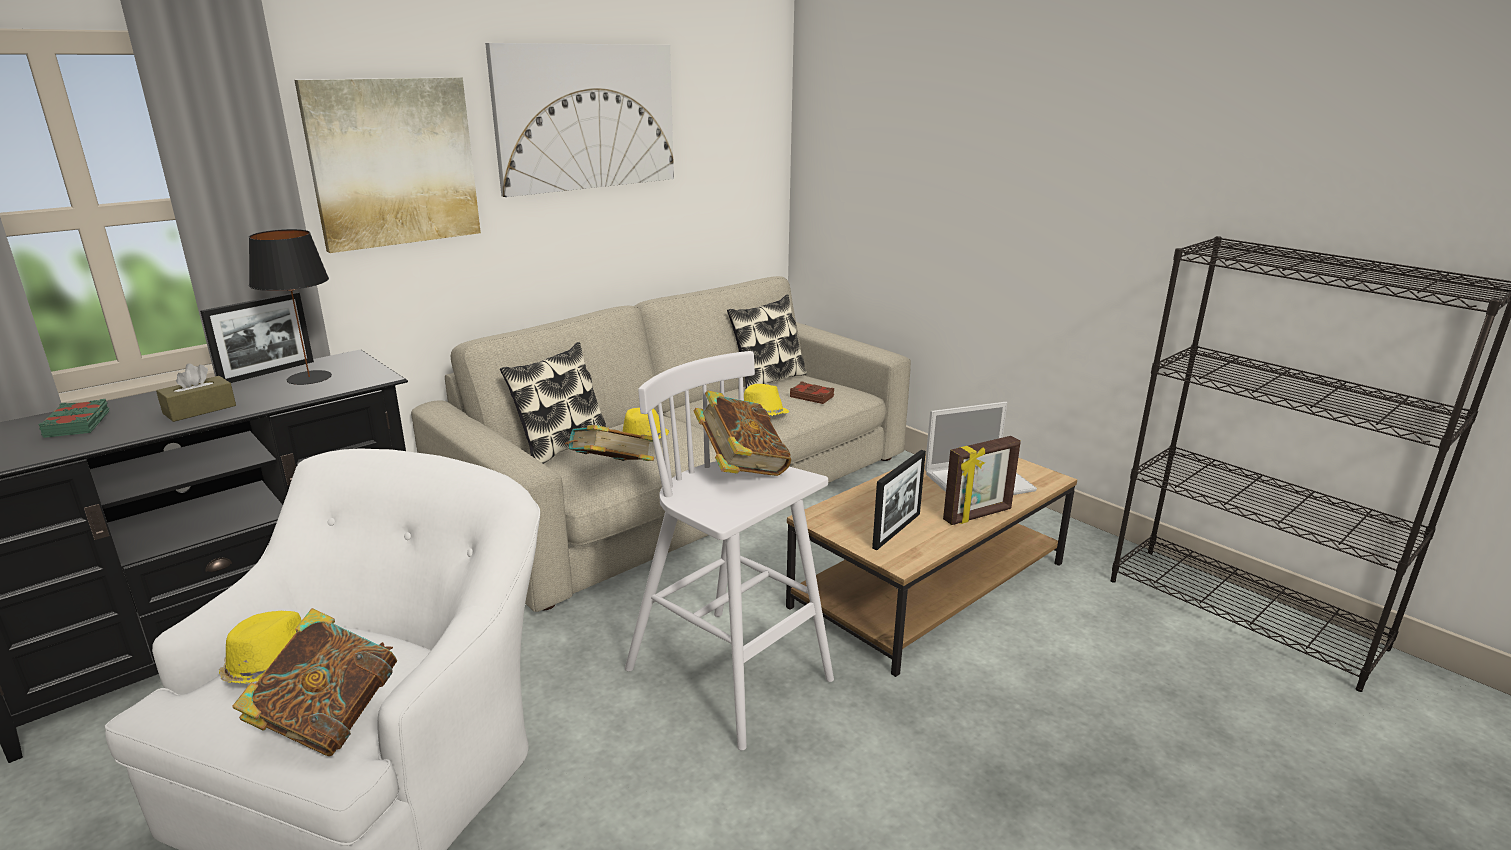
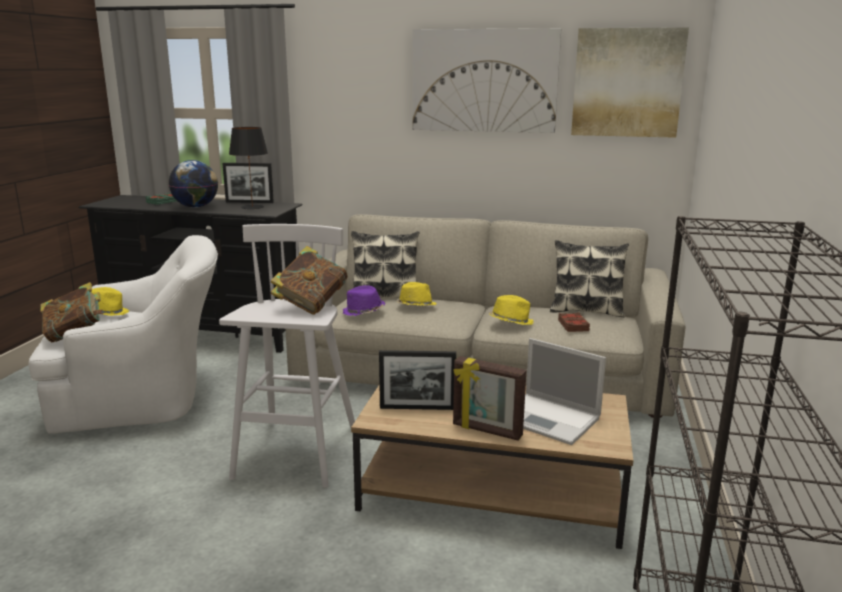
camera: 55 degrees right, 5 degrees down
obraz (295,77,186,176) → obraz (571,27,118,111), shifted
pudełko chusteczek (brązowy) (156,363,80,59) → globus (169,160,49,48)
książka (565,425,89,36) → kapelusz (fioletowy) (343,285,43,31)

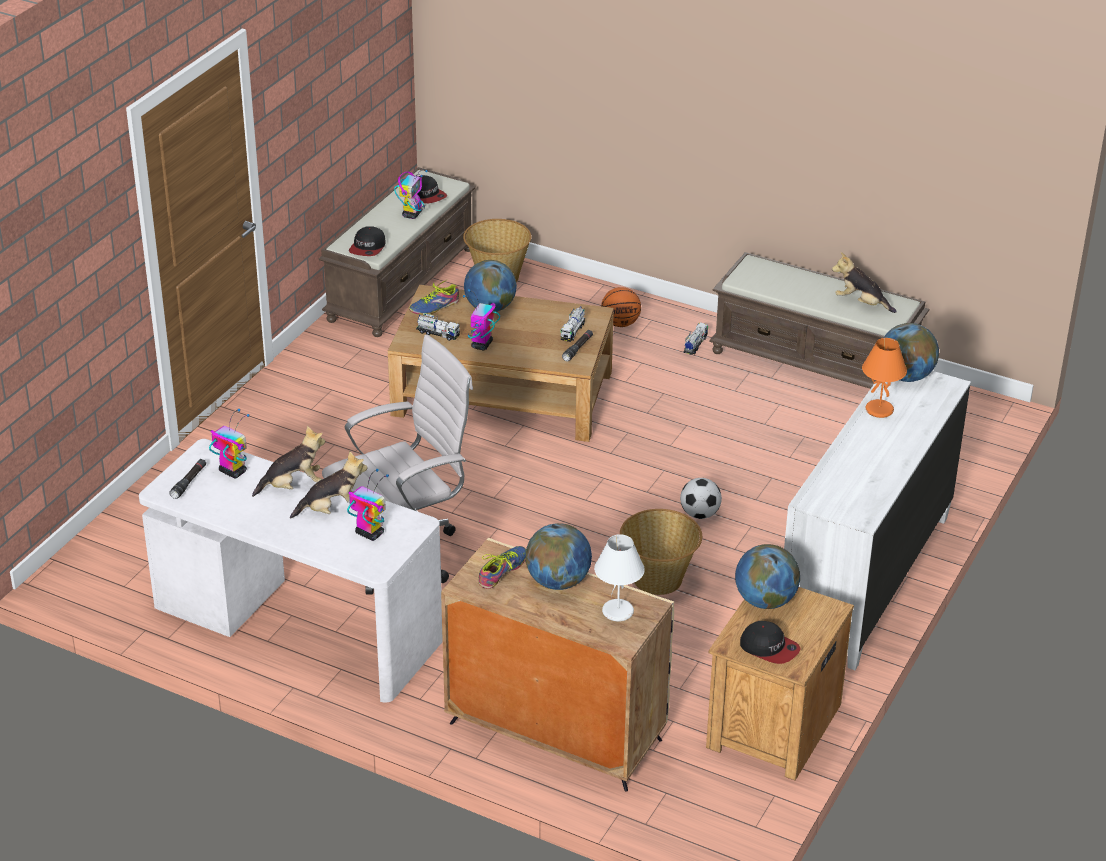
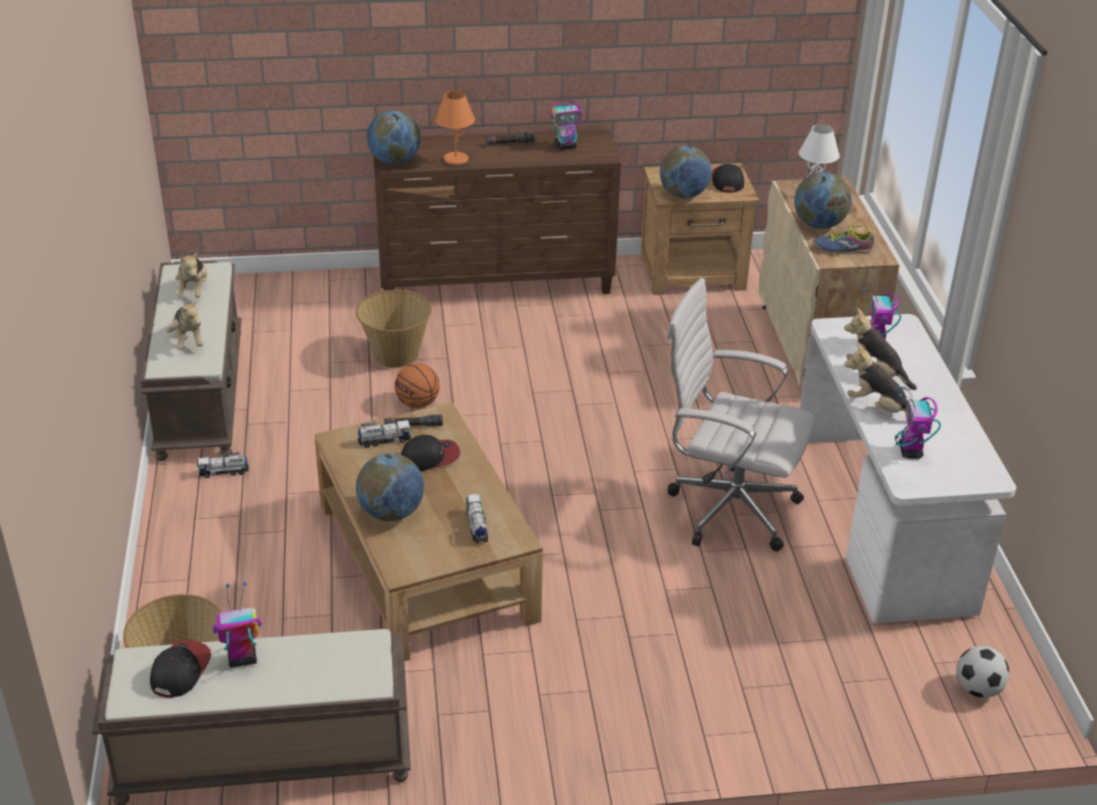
camera: 125 degrees left, 0 degrees up
but (409,279,50,36) → -
- → pluszak (166,300,37,49)
latarka (czarny) (169,459,37,40) → latarka (czarny) (486,132,49,13), shifted
czapka z daszkiem (349,226,37,30) → czapka z daszkiem (401,435,59,36), shifted
robot zabawkowy (463,289,37,61) → robot zabawkowy (550,100,32,50), shifted
piłka do koszykówki (601,287,40,40) → piłka do koszykówki (395,363,45,45), shifted
koszyk (620,509,82,86) → koszyk (356,290,76,78), shifted
piłka futbolowa (680,478,42,41) → piłka futbolowa (956,646,53,52), shifted
komoda (biały) (784,371,187,299) → komoda (brązowy) (373,129,248,165)

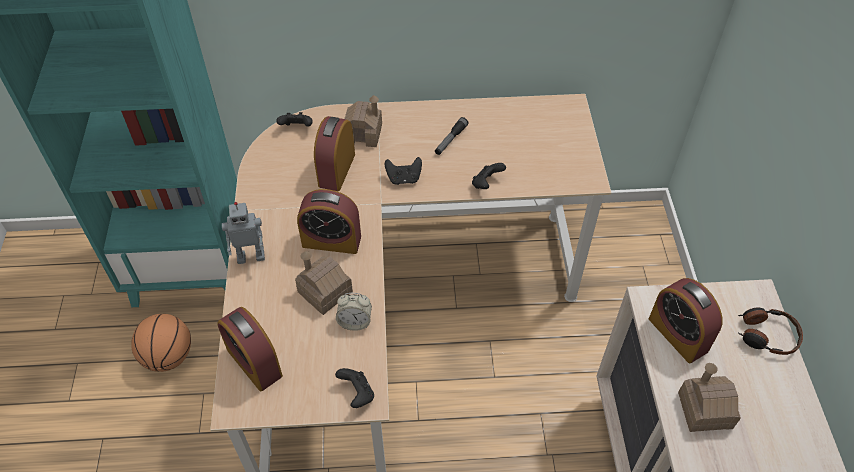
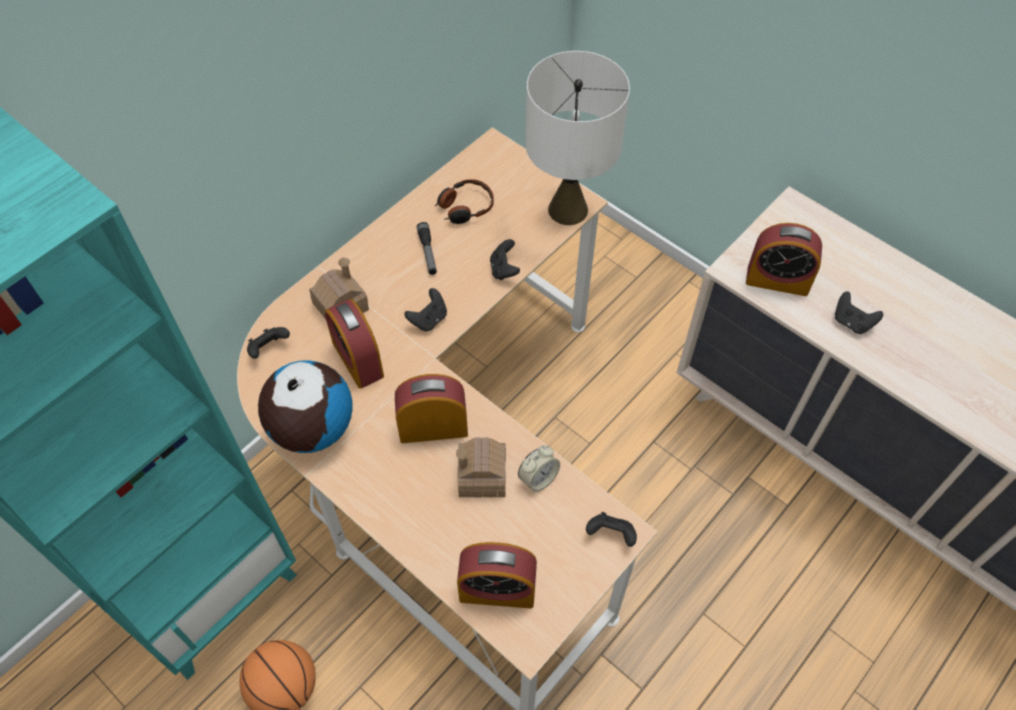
camera: 45 degrees left, 5 degrees up
robot zabawkowy (222,202,43,62) → -
- → globus (258,360,95,93)
- → lampa stołowa (biały) (525,51,105,174)
słuchawki (738,308,65,47) → słuchawki (434,179,60,45), shifted
domek (678,363,63,69) → pad do gier (czarny) (835,291,48,43)
budzik (297,189,64,65) → budzik (395,374,73,69), 150 degrees counterclockwise

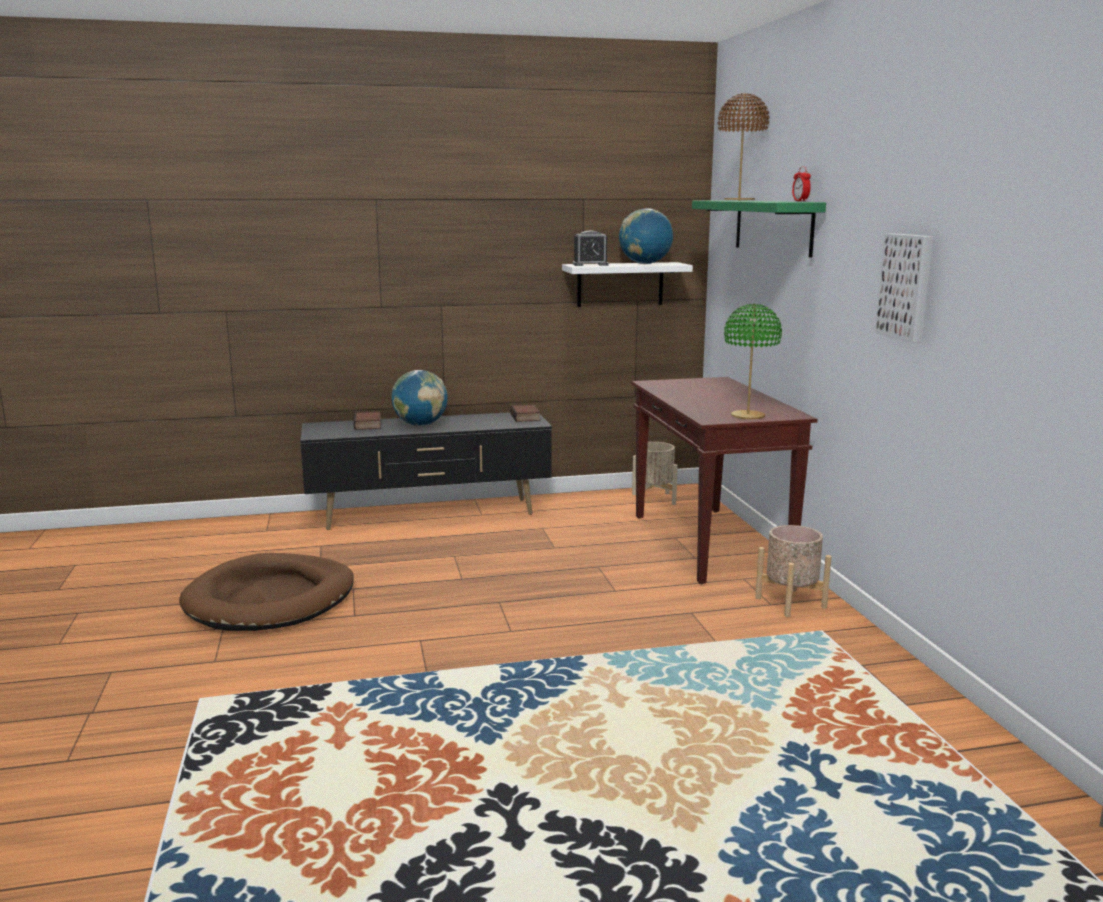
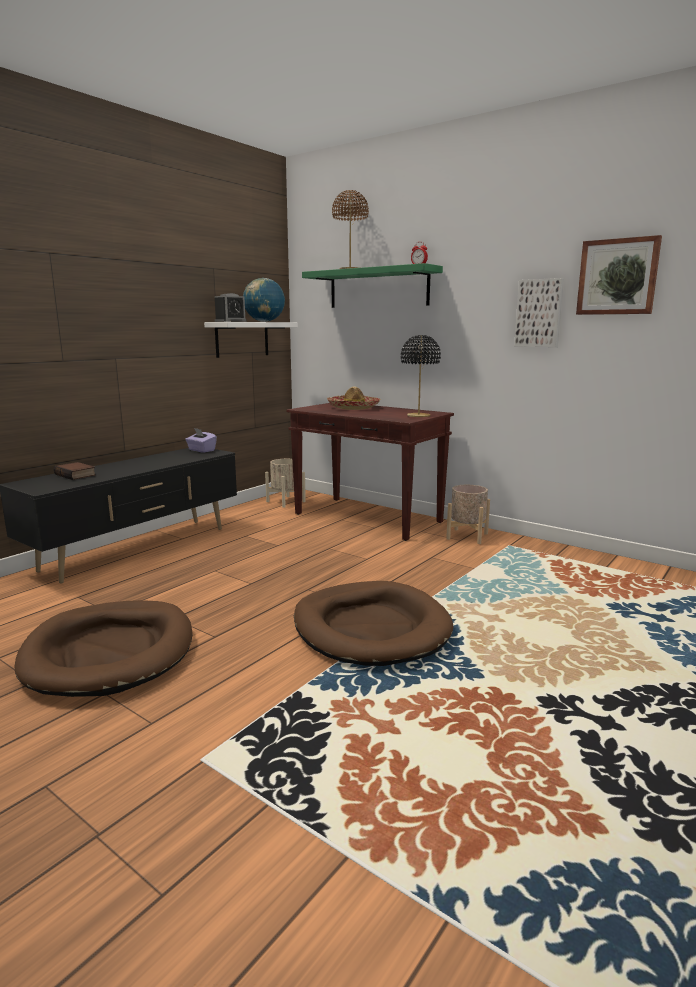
camera: 40 degrees left, 0 degrees up
globus (391,370,57,56) → -
- → legowisko (brązowy) (294,581,159,85)
- → kapelusz (327,386,54,24)
- → obraz (576,235,86,80)
książka (510,405,30,17) → pudełko chusteczek (fioletowy) (185,428,32,25)
lampa stołowa (zielony) (724,304,58,115) → lampa stołowa (czarny) (401,335,40,82)

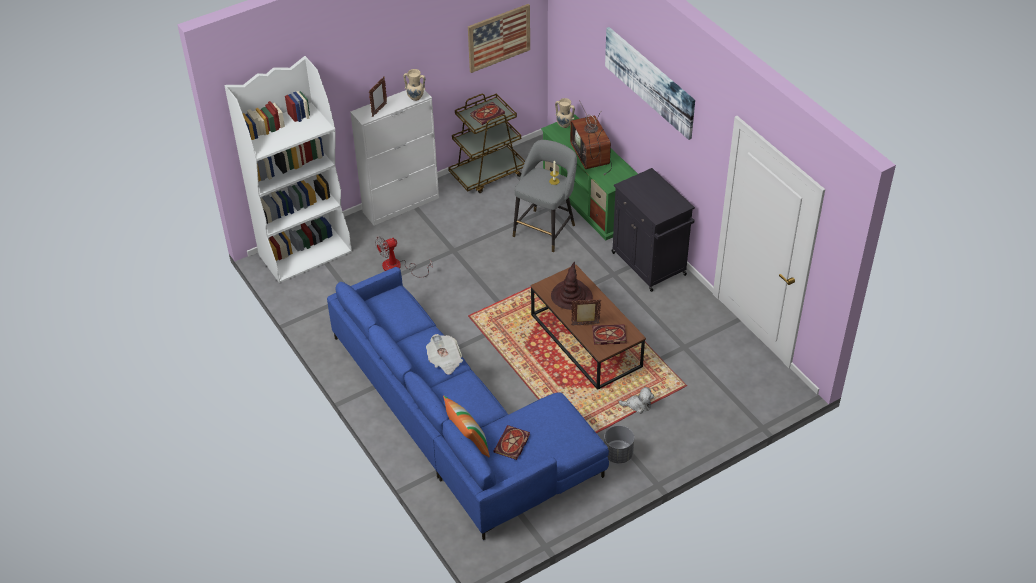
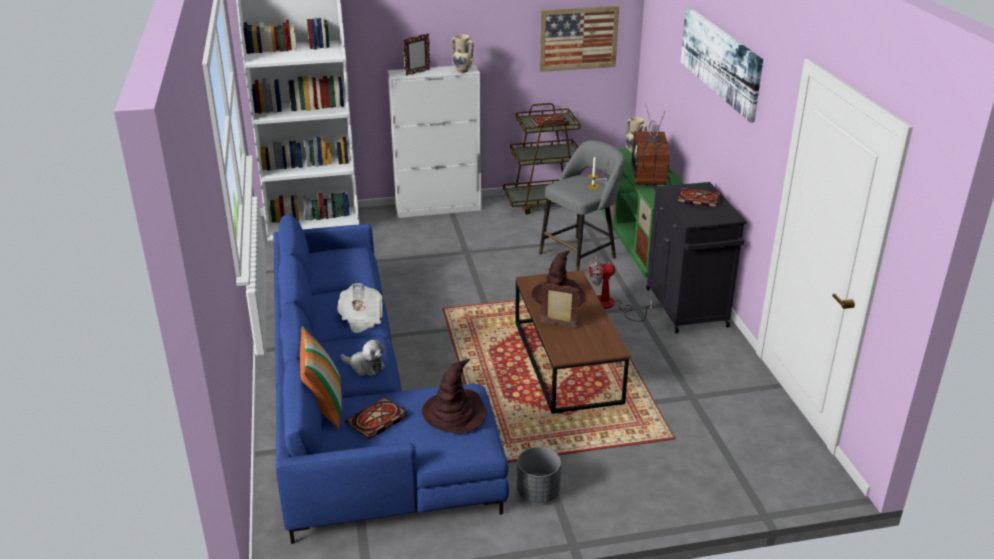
camera: 20 degrees right, 15 degrees down
- → kapelusz (brązowy) (422,359,65,75)
wentylator (375,236,57,41) → wentylator (588,257,65,65), shifted
książka (592,324,35,21) → książka (677,187,44,21), shifted
pluszak (619,387,35,27) → pluszak (340,340,45,36), shifted

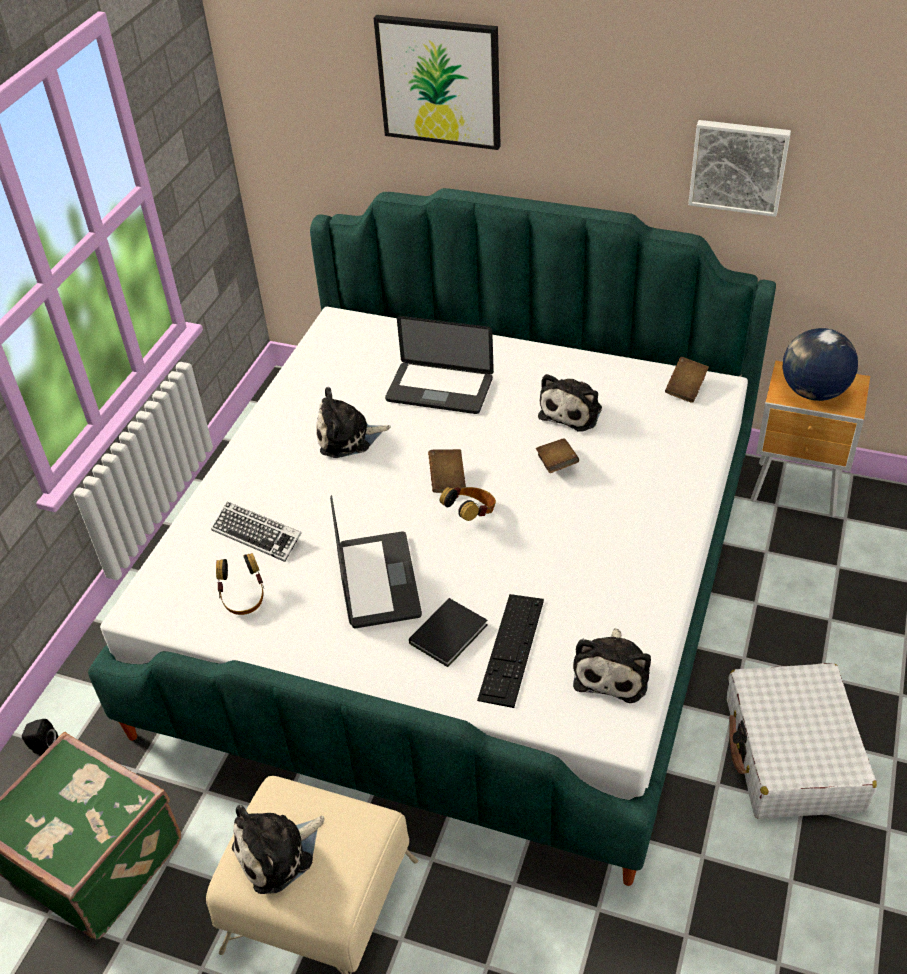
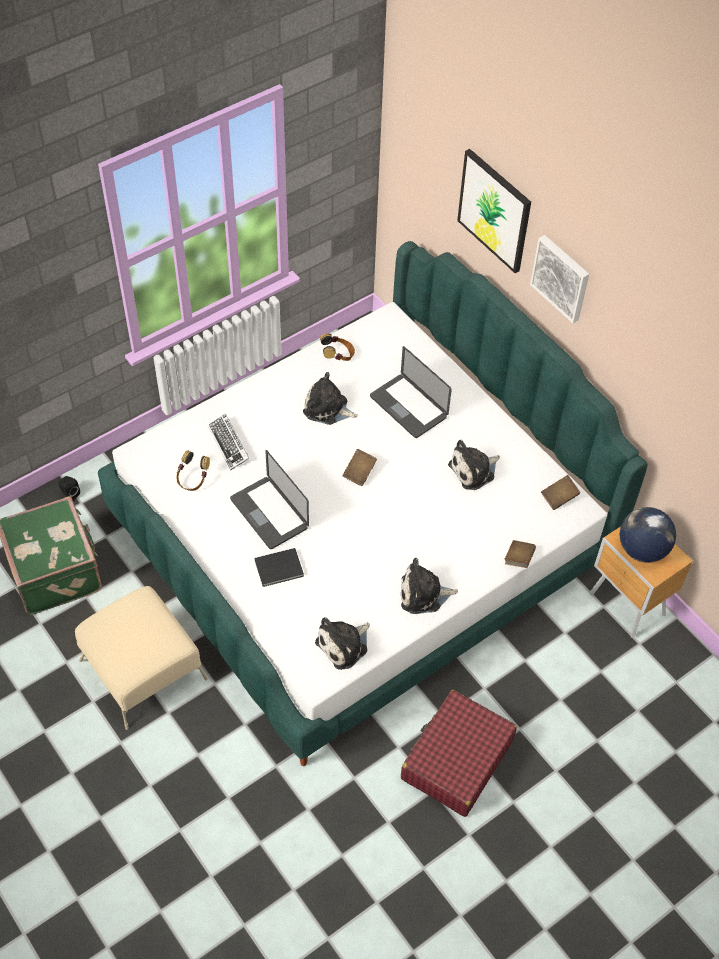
camera: 30 degrees right, 10 degrees up
klawiatura (477,594,67,114) → -
pluszak (232,805,92,89) → pluszak (401,558,57,56), shifted
słuchawki (440,487,56,34) → słuchawki (320,333,35,28), shifted
książka (brązowy) (536,438,43,35) → książka (brązowy) (504,540,32,28), shifted
obraz (688,120,103,97) → obraz (530,235,59,89), shifted
walizka (biały) (727,663,150,156) → walizka (czerwony) (401,690,116,127)
laptop (330,495,92,133) → laptop (230,450,79,99), 120 degrees clockwise

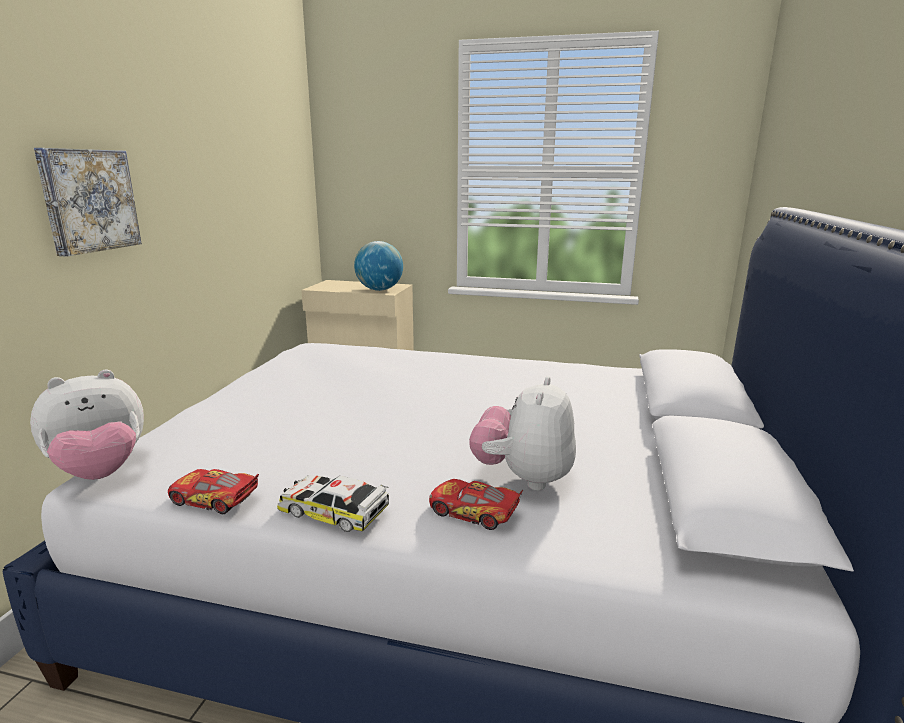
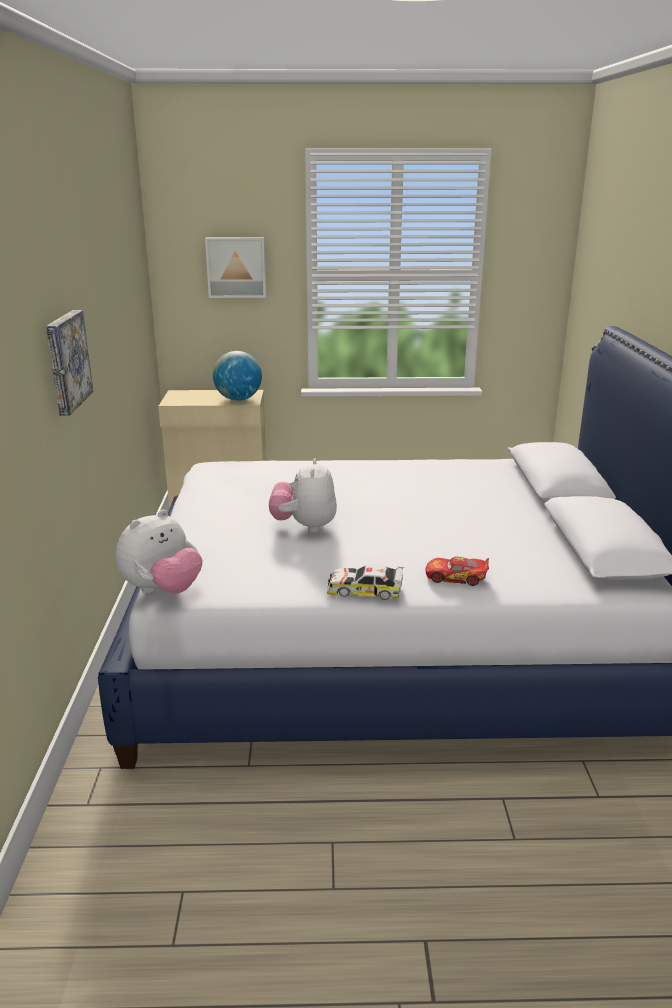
camera: 15 degrees left, 5 degrees up
samochodzik (168,469,91,45) → -
- → obraz (205,237,61,61)
pluszak (469,376,107,114) → pluszak (269,458,68,75), shifted

